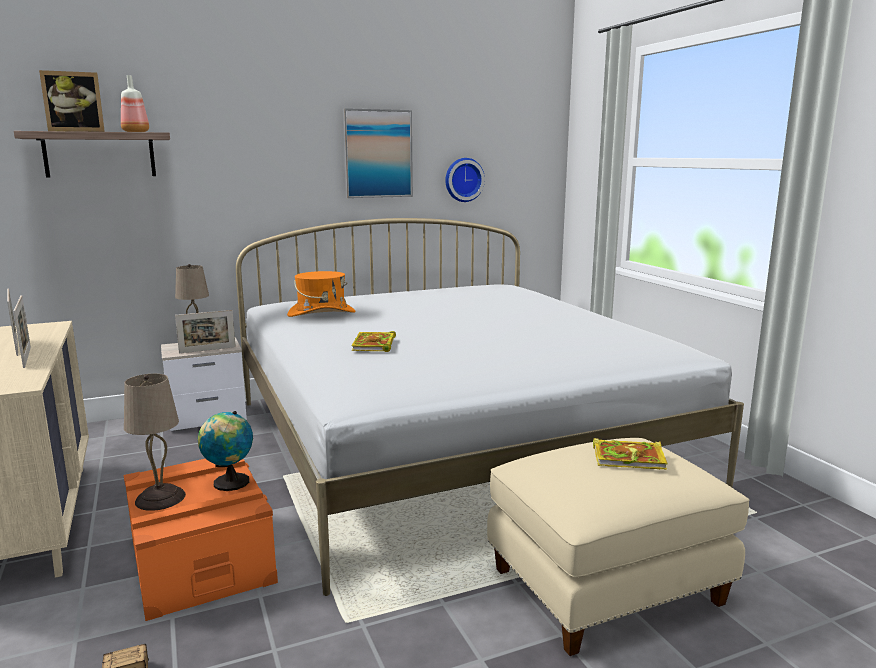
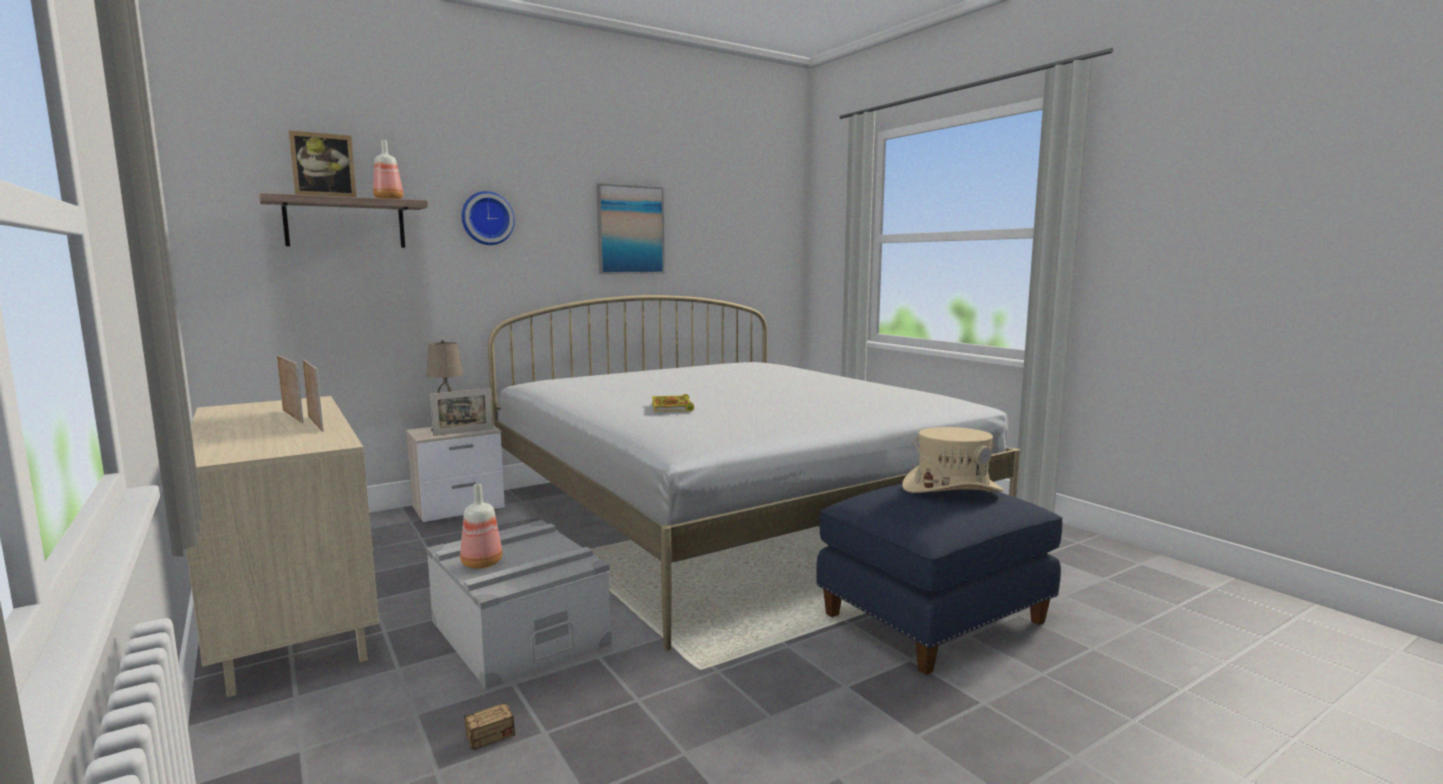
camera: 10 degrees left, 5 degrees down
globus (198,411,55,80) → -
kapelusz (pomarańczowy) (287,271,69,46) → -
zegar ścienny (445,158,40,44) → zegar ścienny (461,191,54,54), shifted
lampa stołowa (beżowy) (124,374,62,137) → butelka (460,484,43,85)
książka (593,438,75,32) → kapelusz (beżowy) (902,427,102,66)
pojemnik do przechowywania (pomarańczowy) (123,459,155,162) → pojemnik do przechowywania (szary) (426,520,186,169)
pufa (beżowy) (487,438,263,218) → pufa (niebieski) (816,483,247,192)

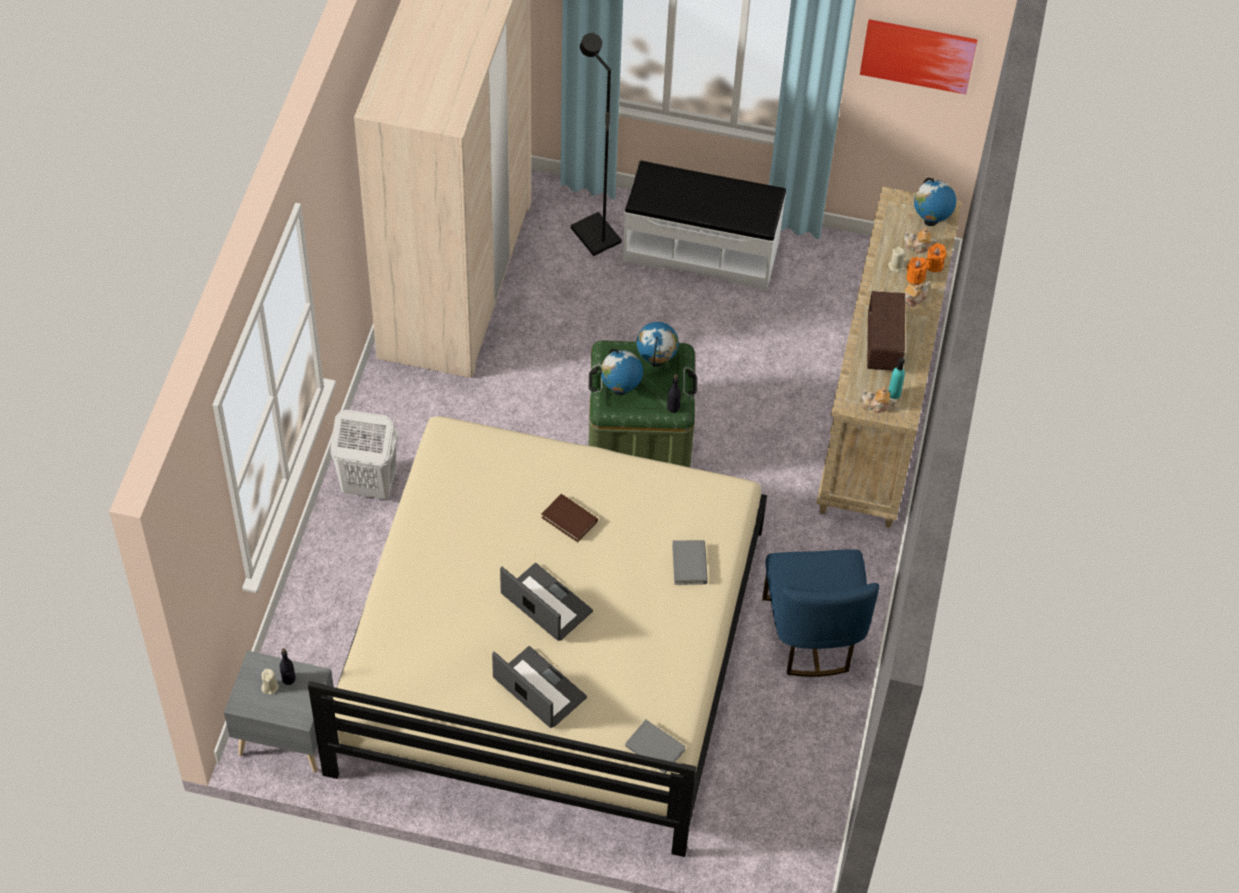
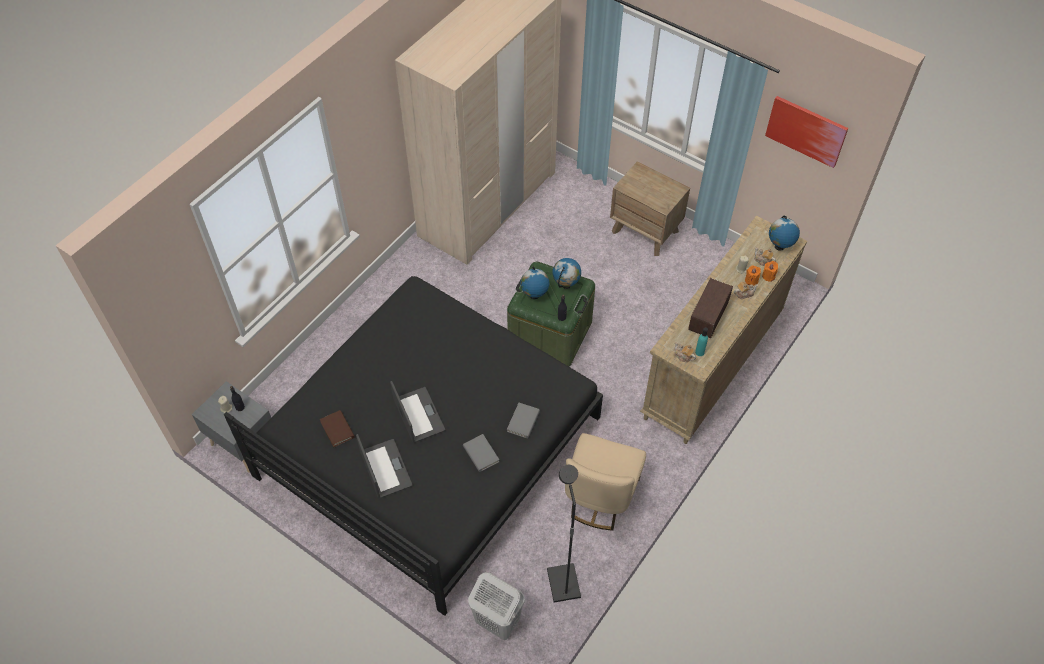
camera: 25 degrees right, 0 degrees up
kosz na pranie (biały) (330,410,68,89) → kosz na pranie (biały) (468,572,57,68), shifted
książka (brązowy) (541,494,57,48) → książka (brązowy) (320,410,35,37), shifted
lampa stojąca (czarny) (571,33,51,223) → lampa stojąca (czarny) (547,465,34,138), shifted
książka (szary) (625,720,61,54) → książka (szary) (463,434,36,38), shifted
ławka (biały) (623,161,163,129) → szafka nocna (brązowy) (610,161,80,95)
łóżko (beżowy) (308,416,459,441) → łóżko (czarny) (224,276,379,340)
krzesło (niebieski) (762,550,117,127) → krzesło (beżowy) (565,433,81,98)

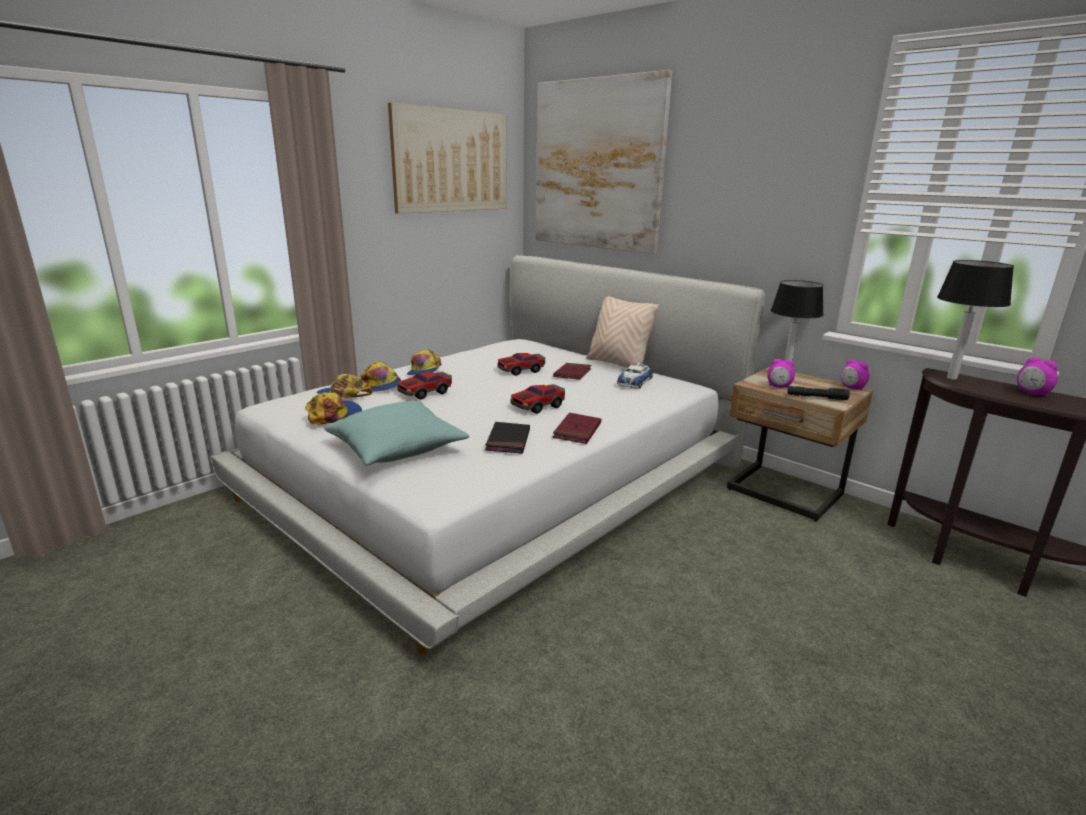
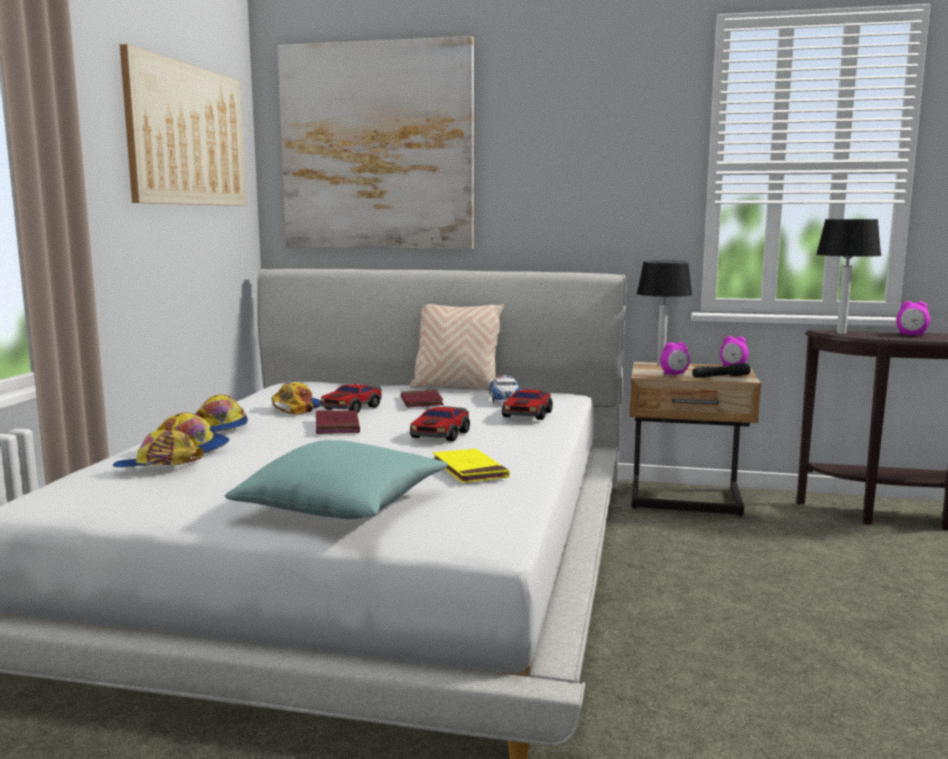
camera: 30 degrees left, 10 degrees down
czapka z daszkiem (305,392,57,33) → czapka z daszkiem (271,382,50,32), shifted
samochodzik (397,372,55,27) → samochodzik (502,389,51,31), shifted
książka (czerwony) (553,413,48,31) → książka (czerwony) (316,410,44,24), shifted
książka (czarny) (485,422,45,32) → książka (żółty) (433,449,77,34)

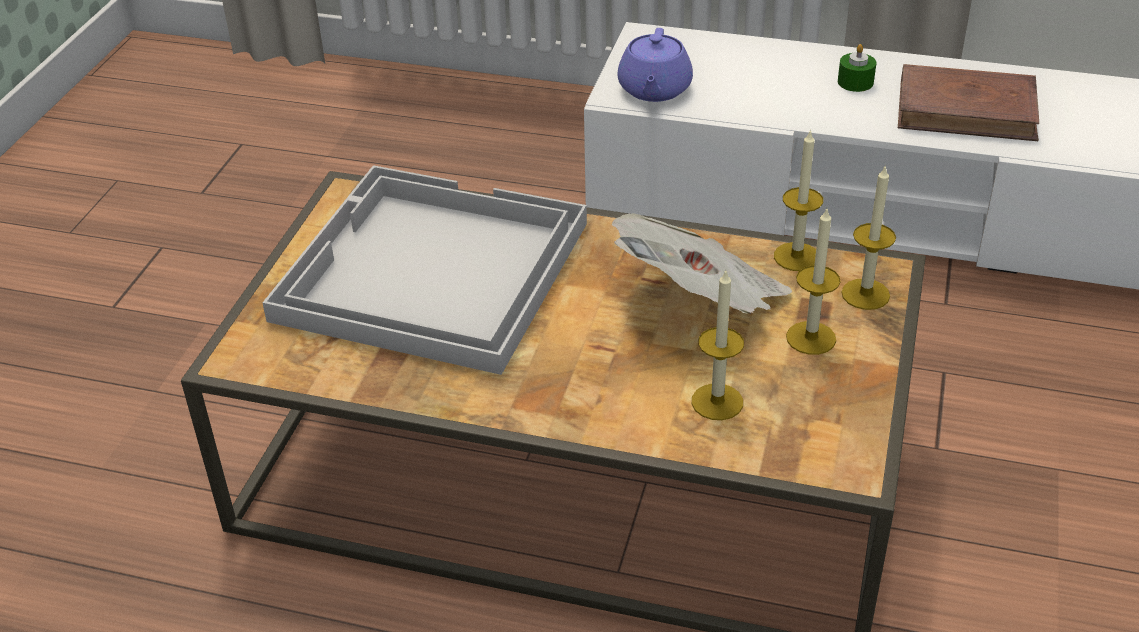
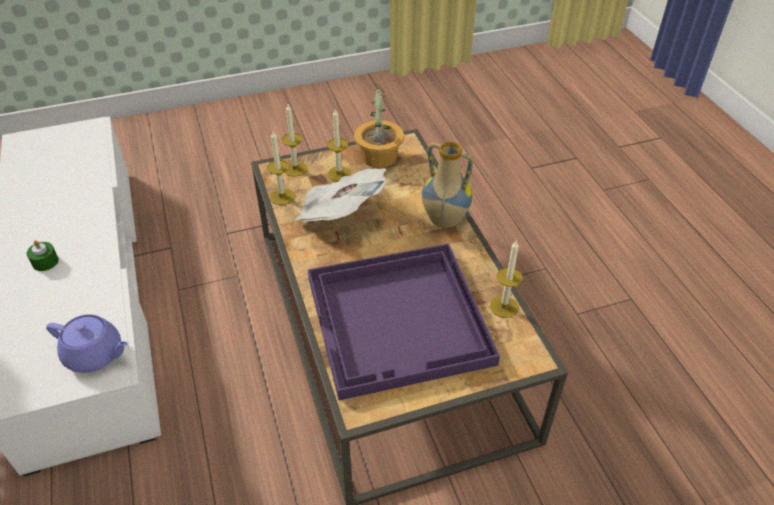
camera: 125 degrees left, 5 degrees up
książka (brązowy) (898,64,141,77) → -
- → roślina doniczkowa (354,83,50,85)
- → wazon (422,142,51,86)
świeca (692,271,52,149) → świeca (490,239,33,79), shifted
taca (biały) (263,165,324,210) → taca (fioletowy) (308,243,192,157)
imbryk (fioletowy) (617,28,76,74) → imbryk (fioletowy) (46,314,82,59), 45 degrees clockwise

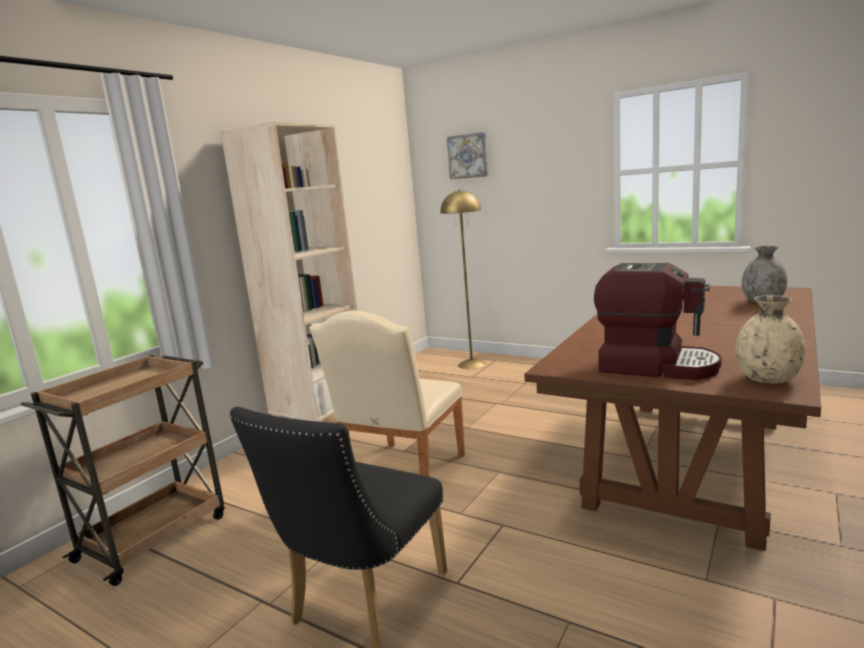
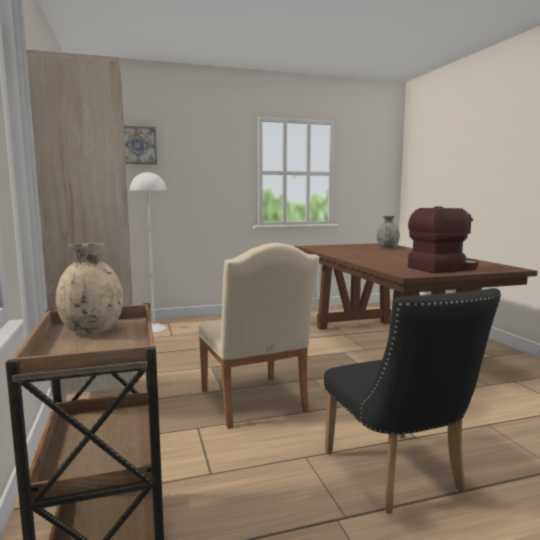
camera: 50 degrees left, 5 degrees down
wazon (beżowy) (736,295,70,89) → wazon (beżowy) (56,243,67,91), shifted
lampa stojąca (żółty) (440,190,46,179) → lampa stojąca (biały) (130,171,37,161)

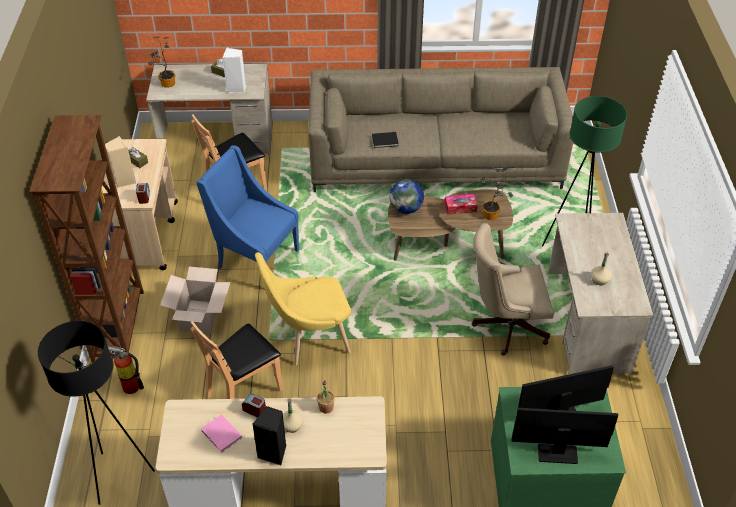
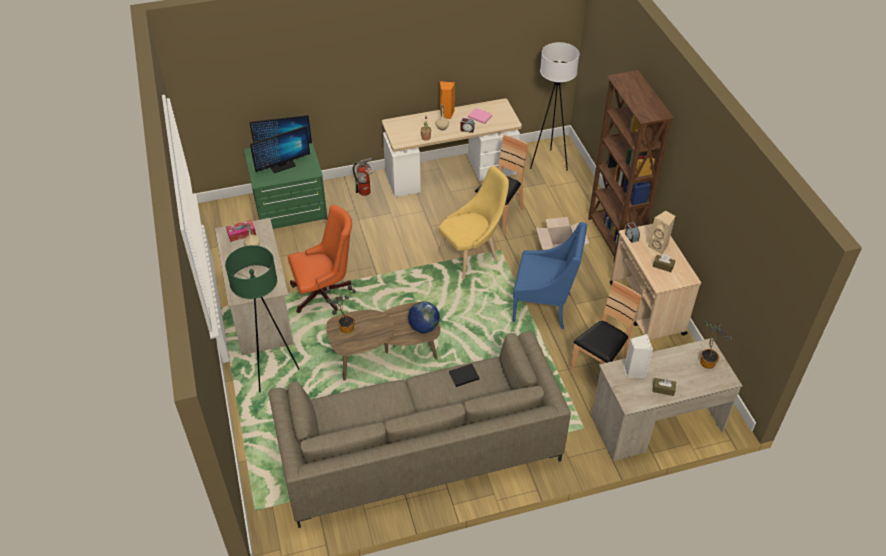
camera: 165 degrees right, 0 degrees up
gaśnica (108,346,36,48) → gaśnica (353,157,20,39), shifted
pudełko chusteczek (445,194,33,21) → pudełko chusteczek (226,220,30,22), shifted
lampa stojąca (czarny) (38,321,117,184) → lampa stojąca (biały) (530,42,49,129)
głośnik (czarny) (252,406,34,59) → głośnik (pomarańczowy) (440,81,15,38)
krzesło biurowe (beżowy) (472,223,82,132) → krzesło biurowe (pomarańczowy) (288,205,64,110)

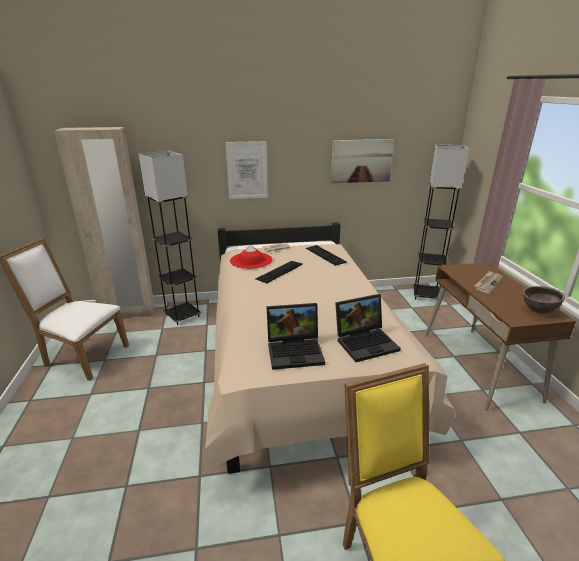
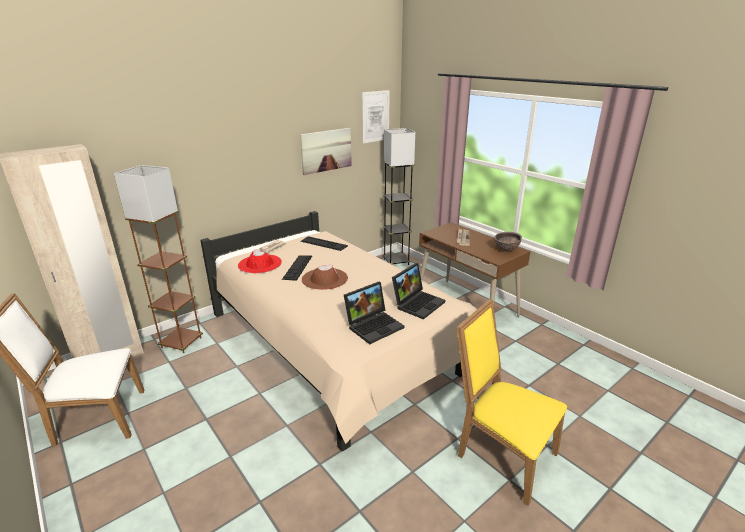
camera: 30 degrees left, 0 degrees up
- → kapelusz (brązowy) (302,264,46,26)
obraz (225,141,43,58) → obraz (362,90,28,53), shifted
lampa stojąca (szary) (138,151,63,174) → lampa stojąca (brązowy) (114,165,89,188)

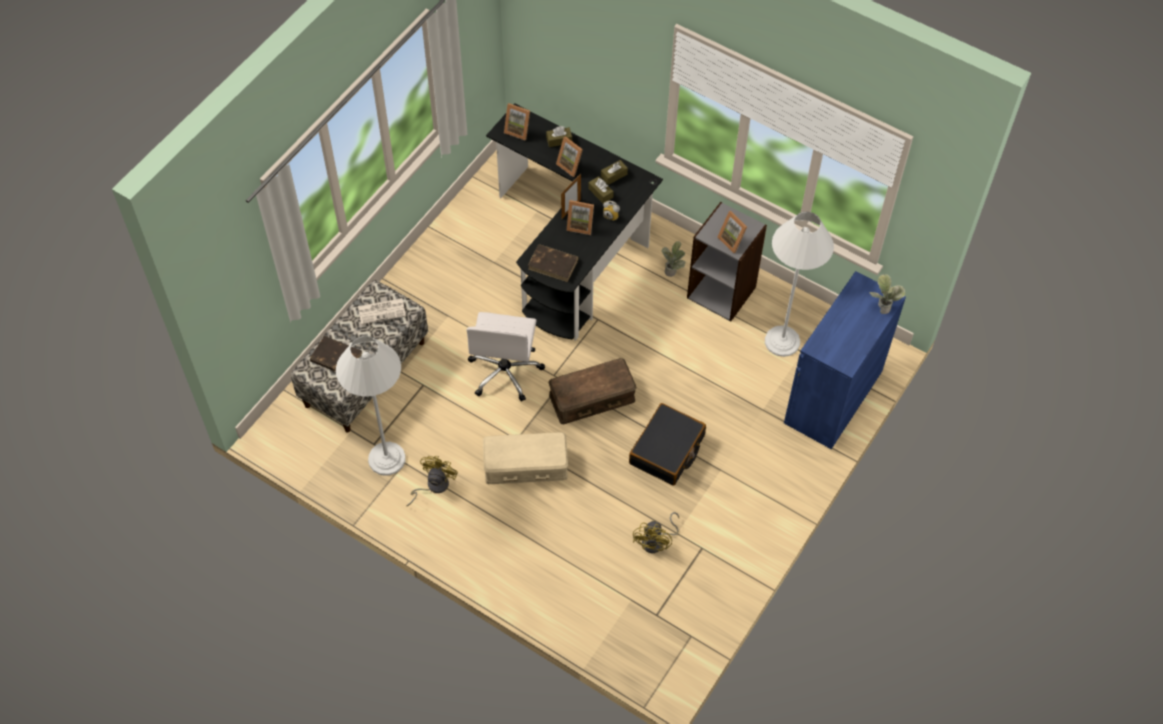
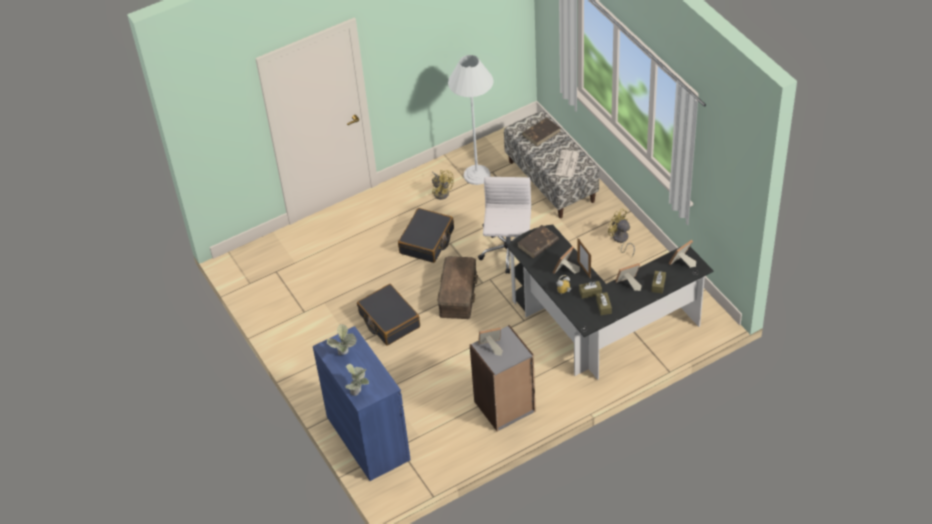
camera: 120 degrees right, 10 degrees down
lampa stojąca (biały) (765,211,69,146) → -
wentylator (żółty) (633,512,46,41) → wentylator (żółty) (608,209,27,48), shifted
roślina doniczkowa (662,241,24,36) → roślina doniczkowa (327,324,30,31), shifted
pojemnik do przechowywania (beżowy) (483,432,85,52) → walizka (czarny) (398,208,56,55)
krzesło biurowe (biały) (467,312,78,90) → krzesło biurowe (biały) (478,177,53,97), 60 degrees clockwise

